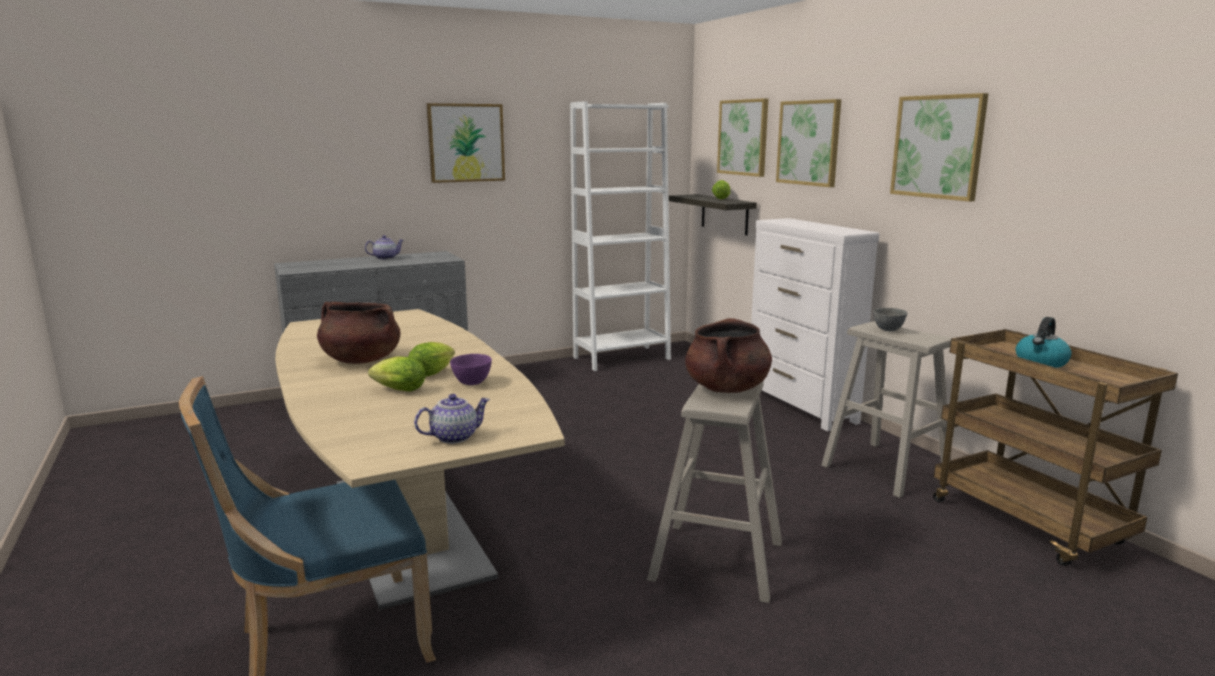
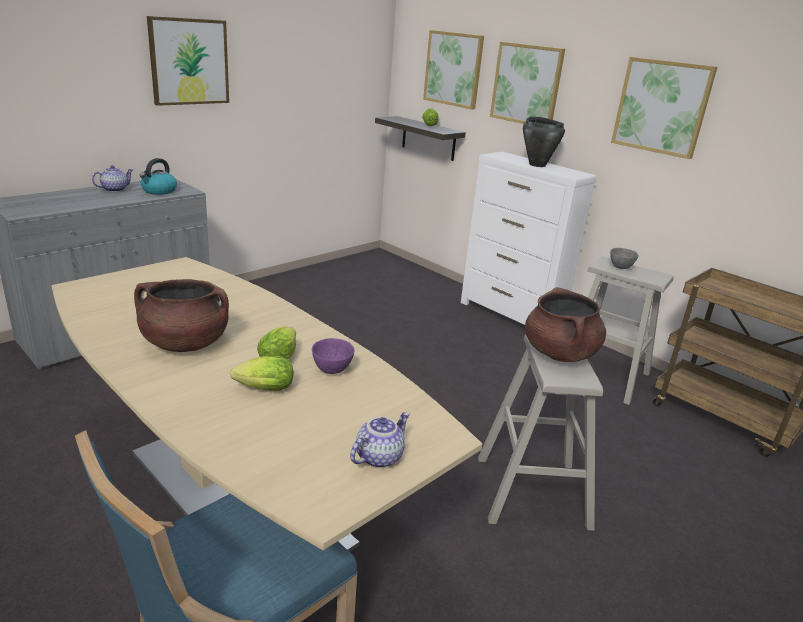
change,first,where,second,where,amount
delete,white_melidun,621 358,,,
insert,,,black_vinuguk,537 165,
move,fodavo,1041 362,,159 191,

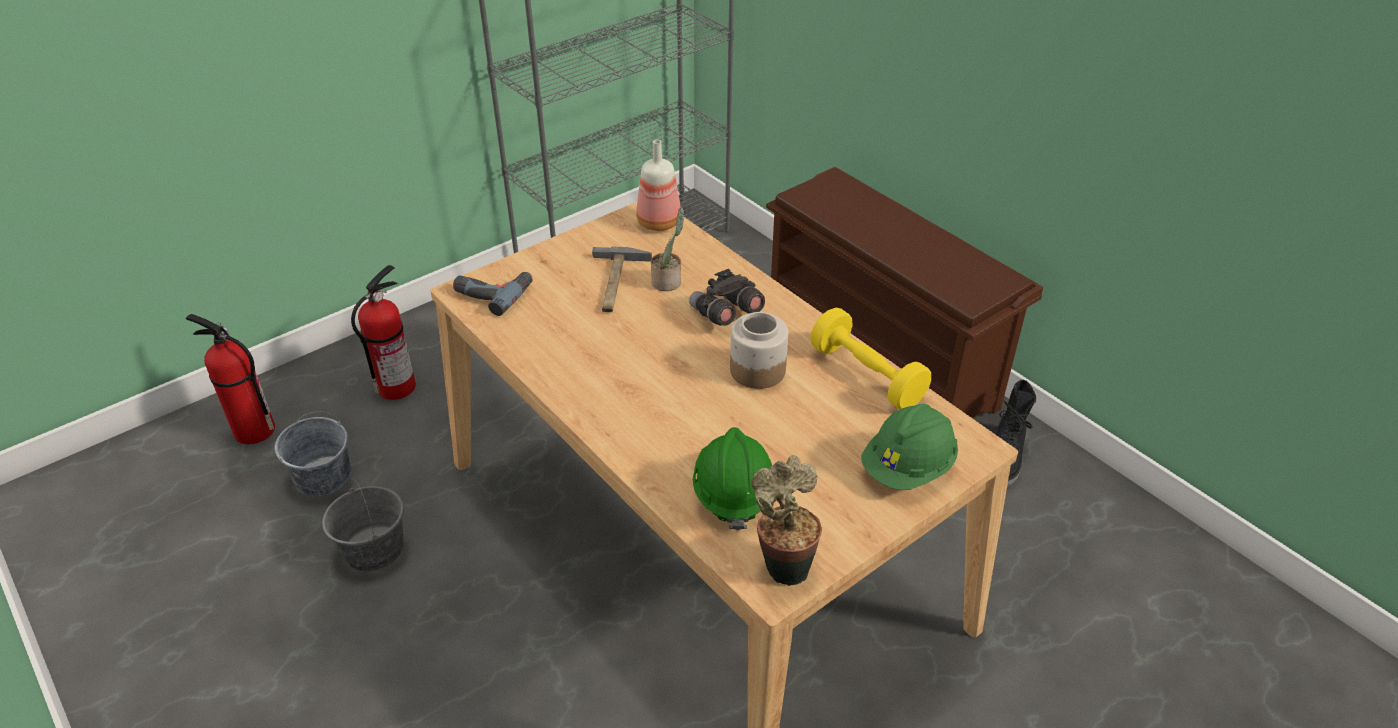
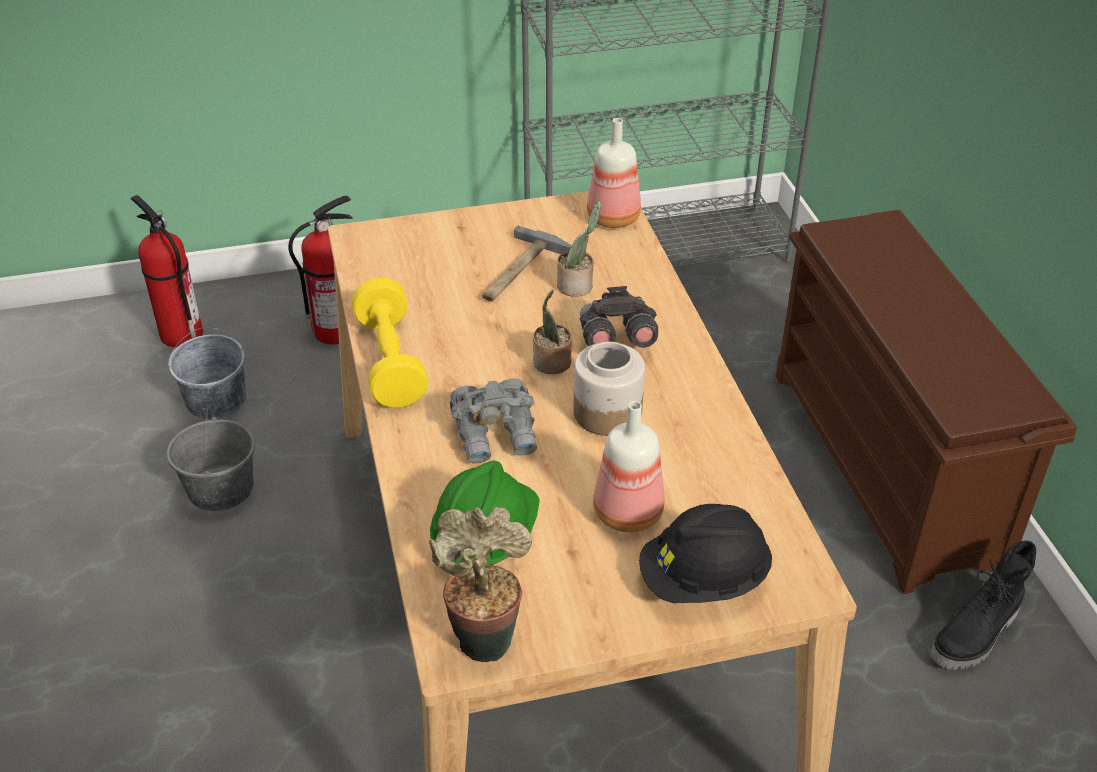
change,first,where,second,where,amount
delete,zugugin,493 292,,,
insert,,,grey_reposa,496 435,
insert,,,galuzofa,551 364,
insert,,,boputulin,629 514,
move,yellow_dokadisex,867 375,,390 362,
recolor,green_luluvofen,908 468,black_luluvofen,703 580,

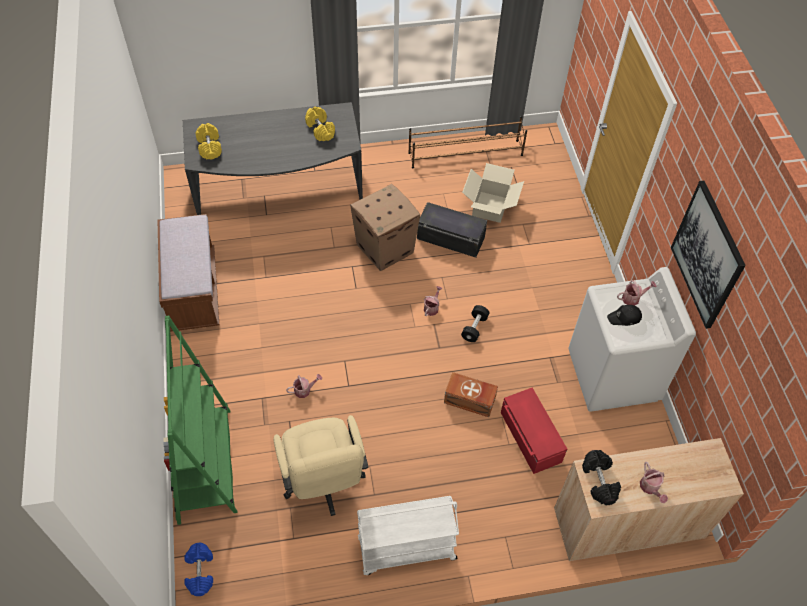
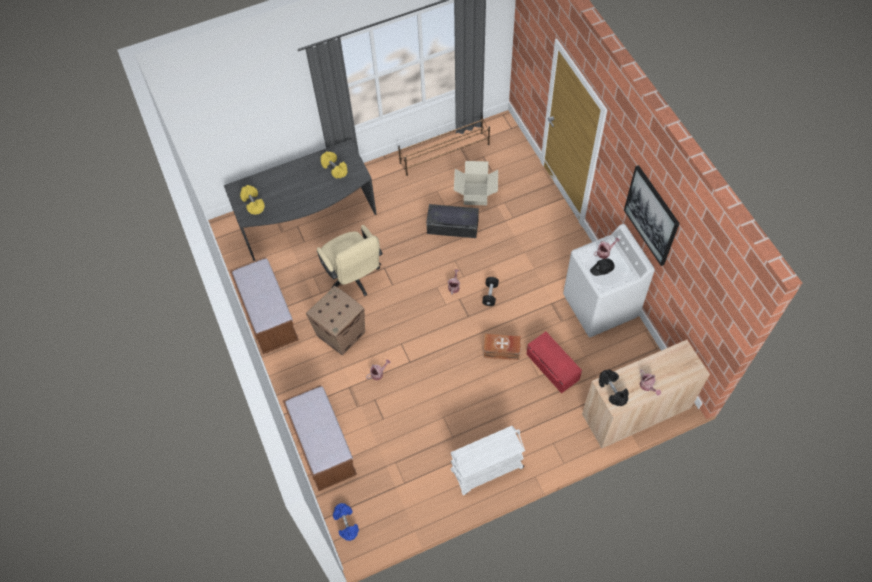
change,first,where,second,where,amount
move,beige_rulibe,324 483,,354 278,
move,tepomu,385 248,,341 334,
replace,green_melidun,205 465,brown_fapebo,323 447,

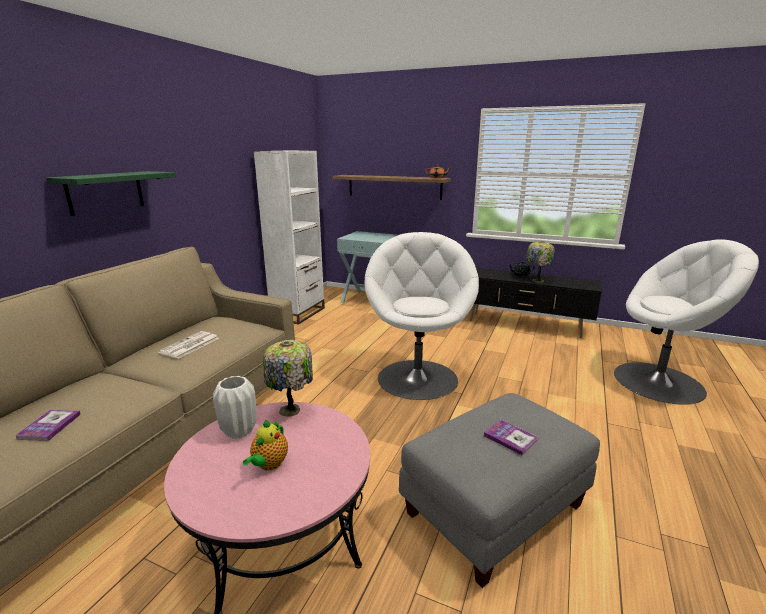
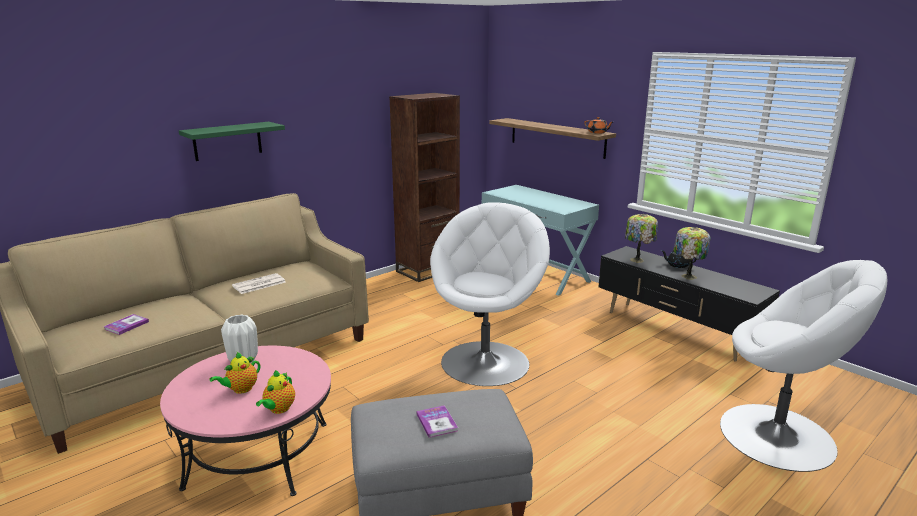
change,first,where,second,where,amount
insert,,,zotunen,278 409,
move,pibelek,291 410,,638 260,
recolor,white_melidun,298 313,brown_melidun,428 270,

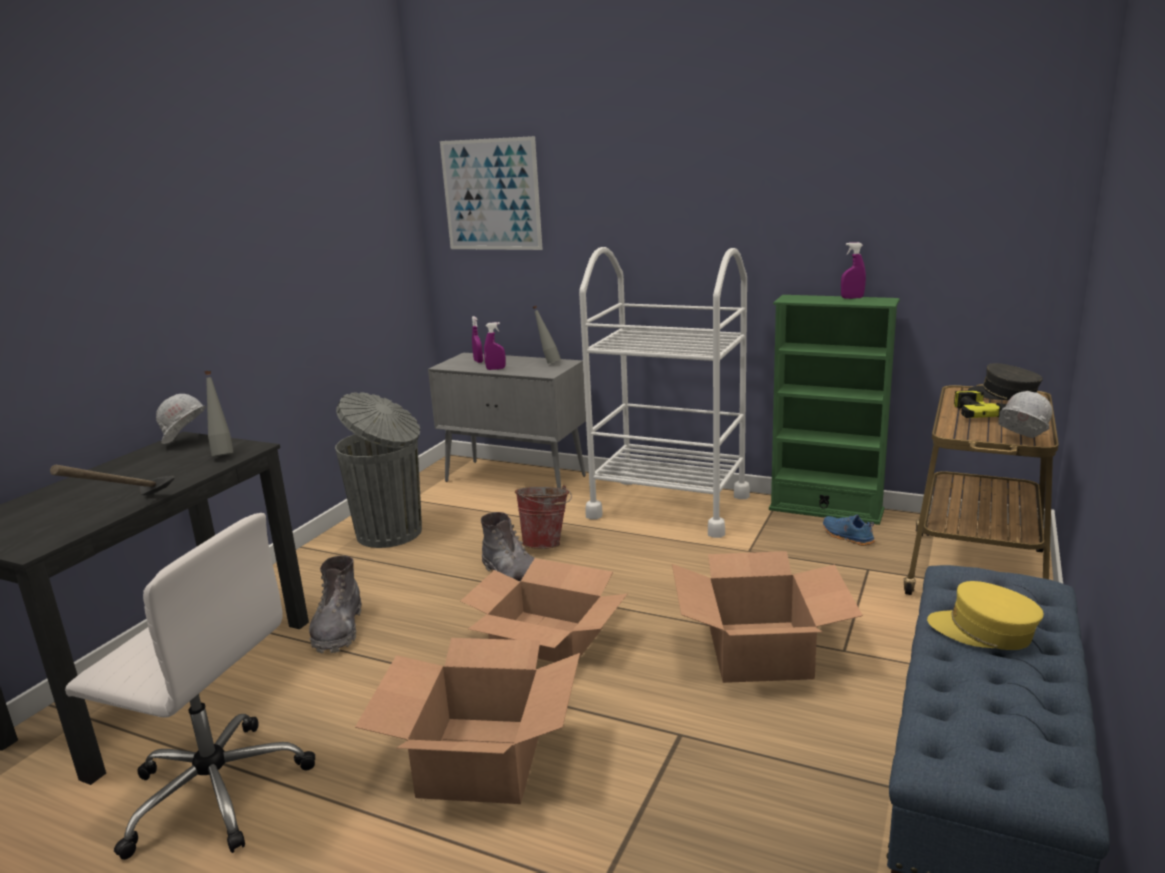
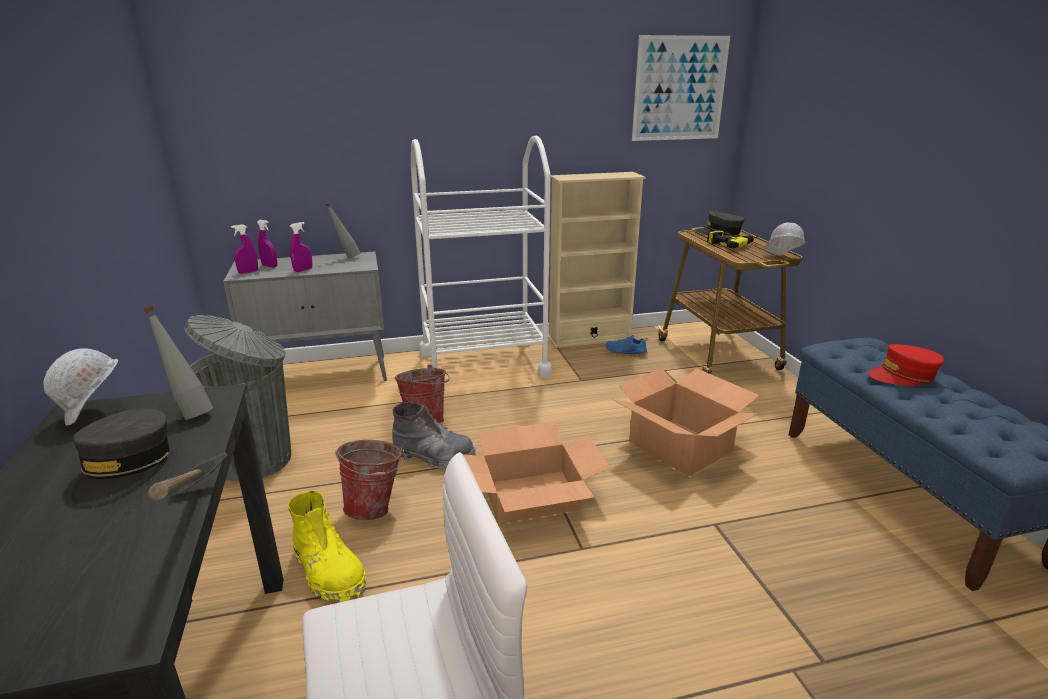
change,first,where,second,where,amount
delete,tepomu,480 759,,,
insert,,,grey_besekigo,125 468,
insert,,,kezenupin,376 507,
move,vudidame,491 195,,679 89,
move,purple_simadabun,852 298,,248 272,
recolor,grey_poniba,338 629,yellow_poniba,329 571,
recolor,green_melidun,826 510,beige_melidun,589 338,
recolor,yellow_besekigo,983 631,red_besekigo,903 376,

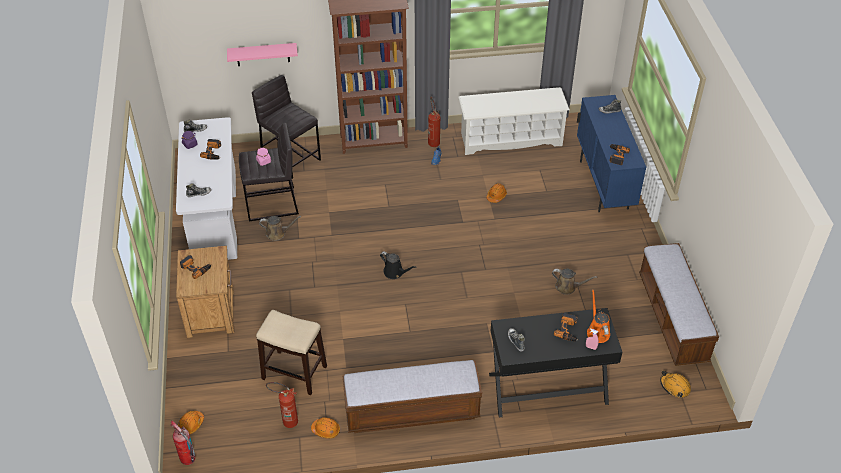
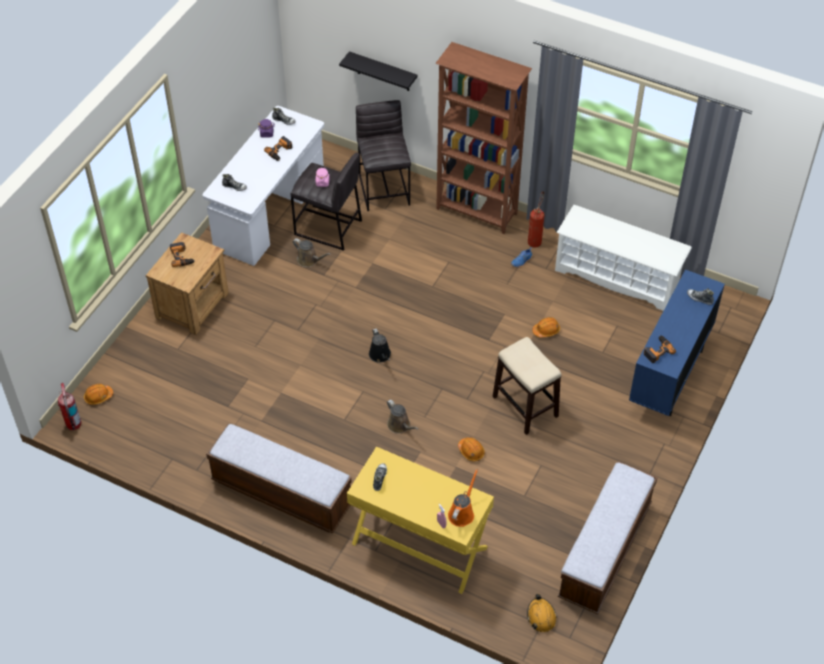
change,first,where,second,where,amount
delete,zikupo,286 421,,,
delete,zugugin,568 330,,,
move,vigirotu,294 372,,524 406,
move,orange_luluvofen,326 430,,471 451,
move,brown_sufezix,568 287,,400 425,
recolor,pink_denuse,262 54,black_denuse,383 72,
recolor,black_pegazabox,548 389,yellow_pegazabox,419 545,

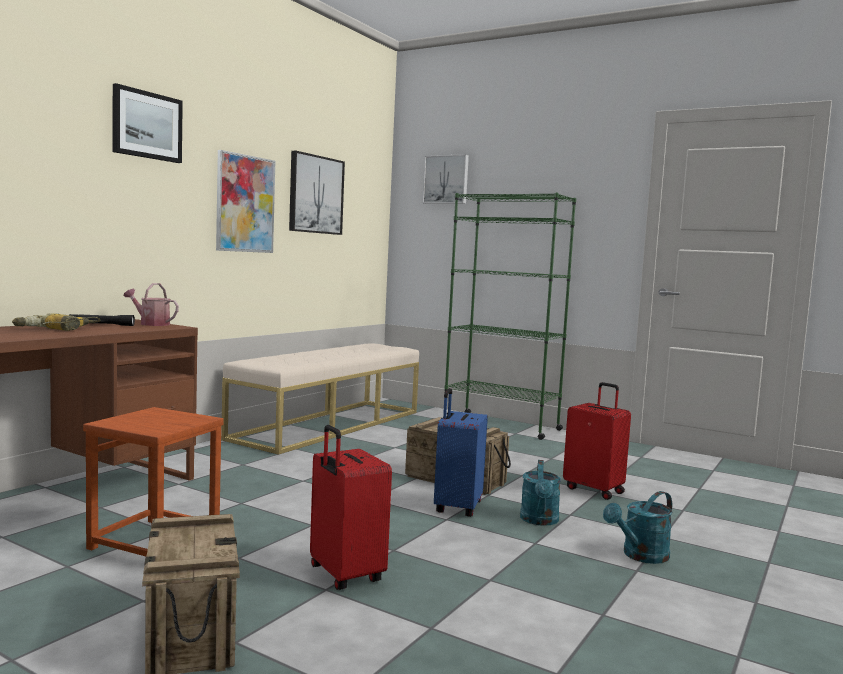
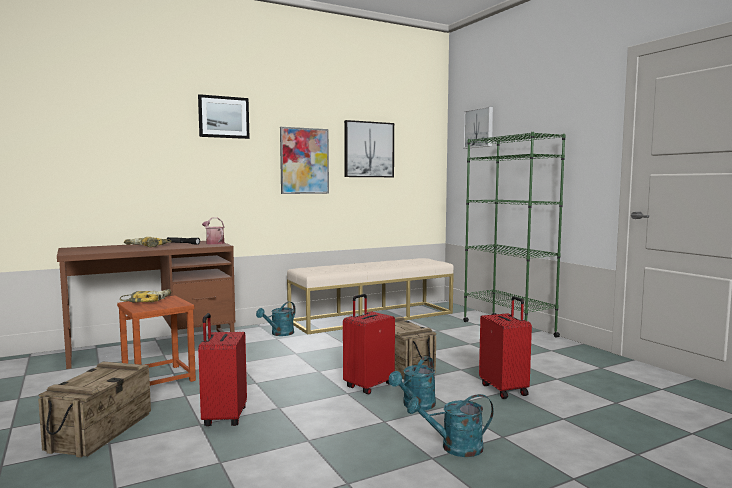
change,first,where,second,where,amount
insert,,,zugugin,148 301,
insert,,,turquoise_sufezix,279 334,
recolor,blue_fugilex,456 507,red_fugilex,368 386,

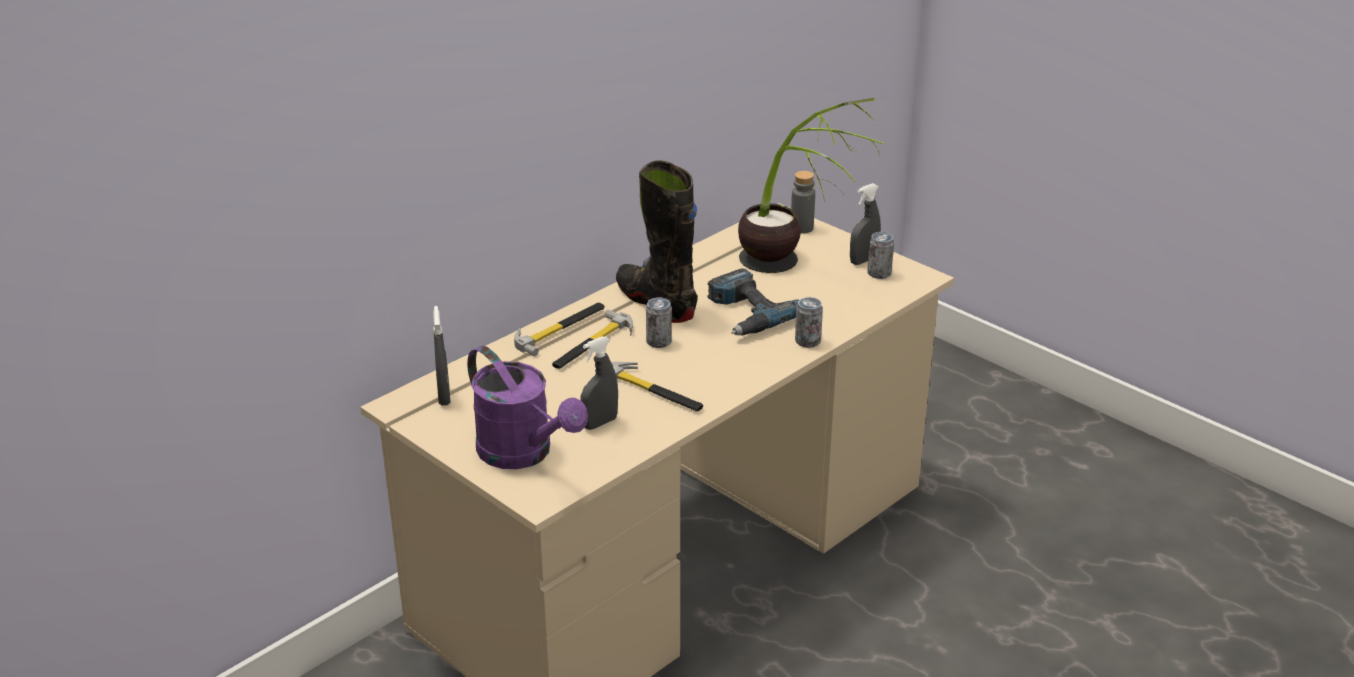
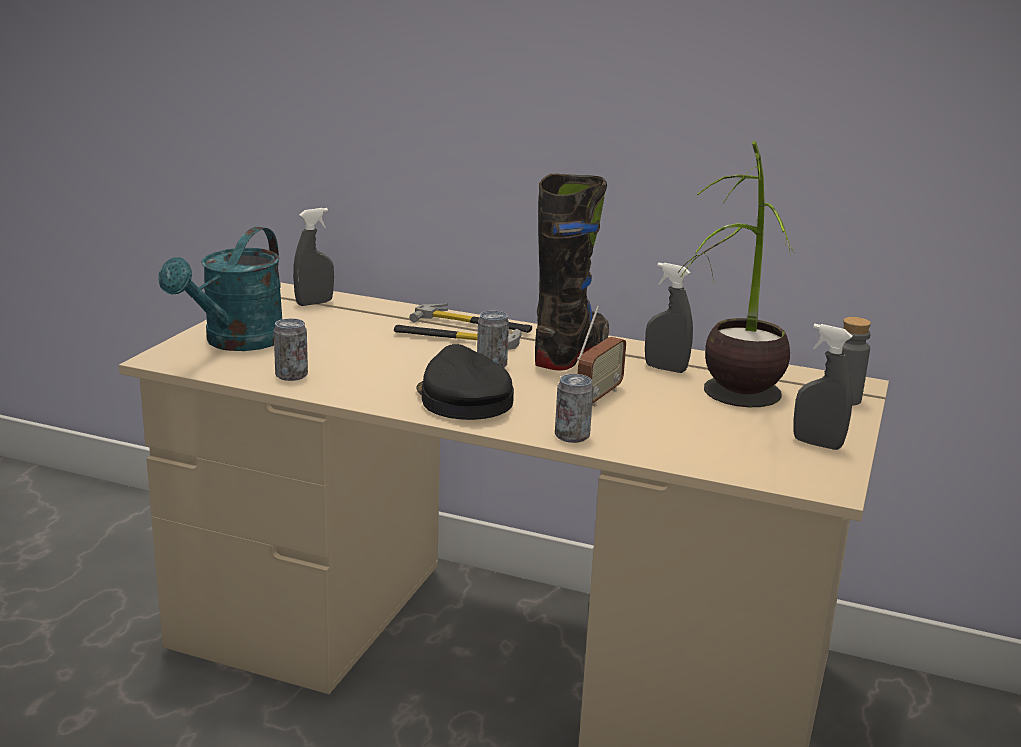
change,first,where,second,where,amount
delete,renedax,652 391,,,
insert,,,black_besekigo,463 399,
move,grey_simadabun,600 423,,665 368,
move,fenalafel,879 273,,291 375,
replace,zugugin,746 314,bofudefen,598 396,
recolor,purple_sufezix,524 454,turquoise_sufezix,236 342,

